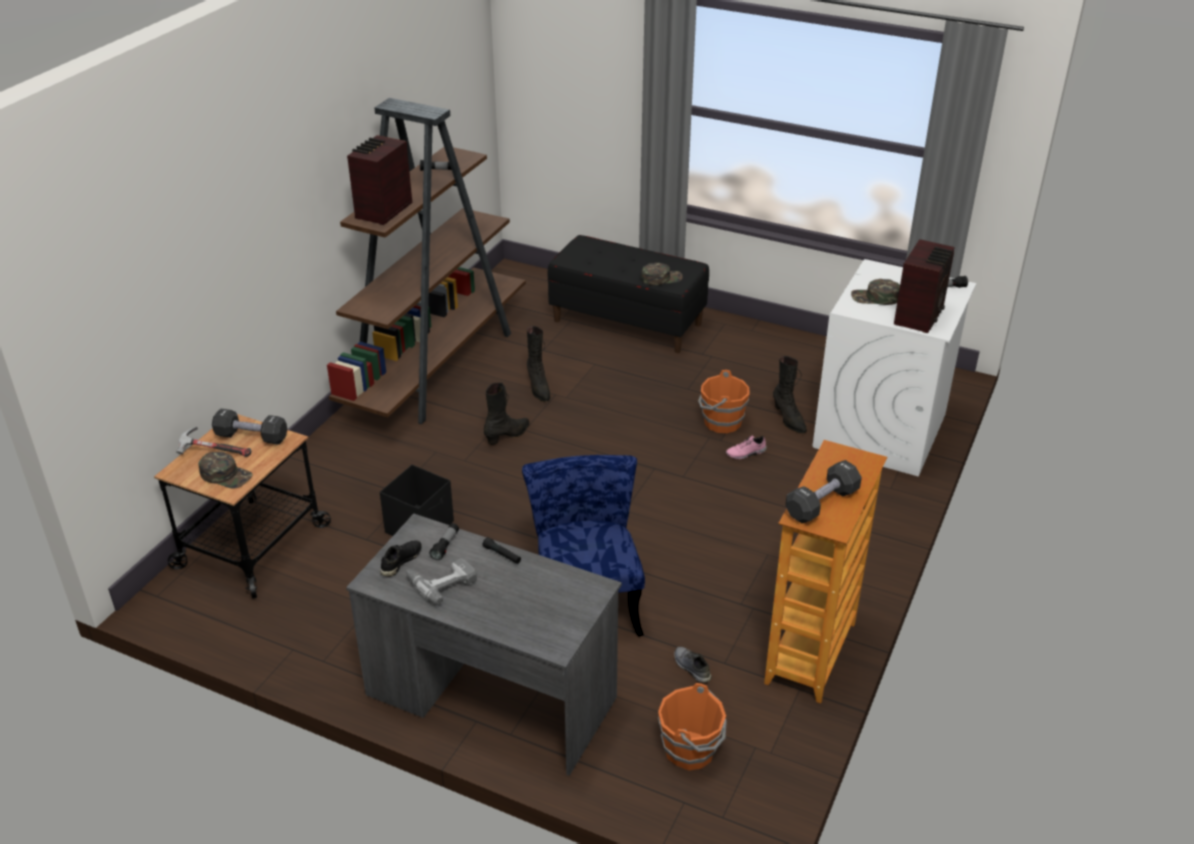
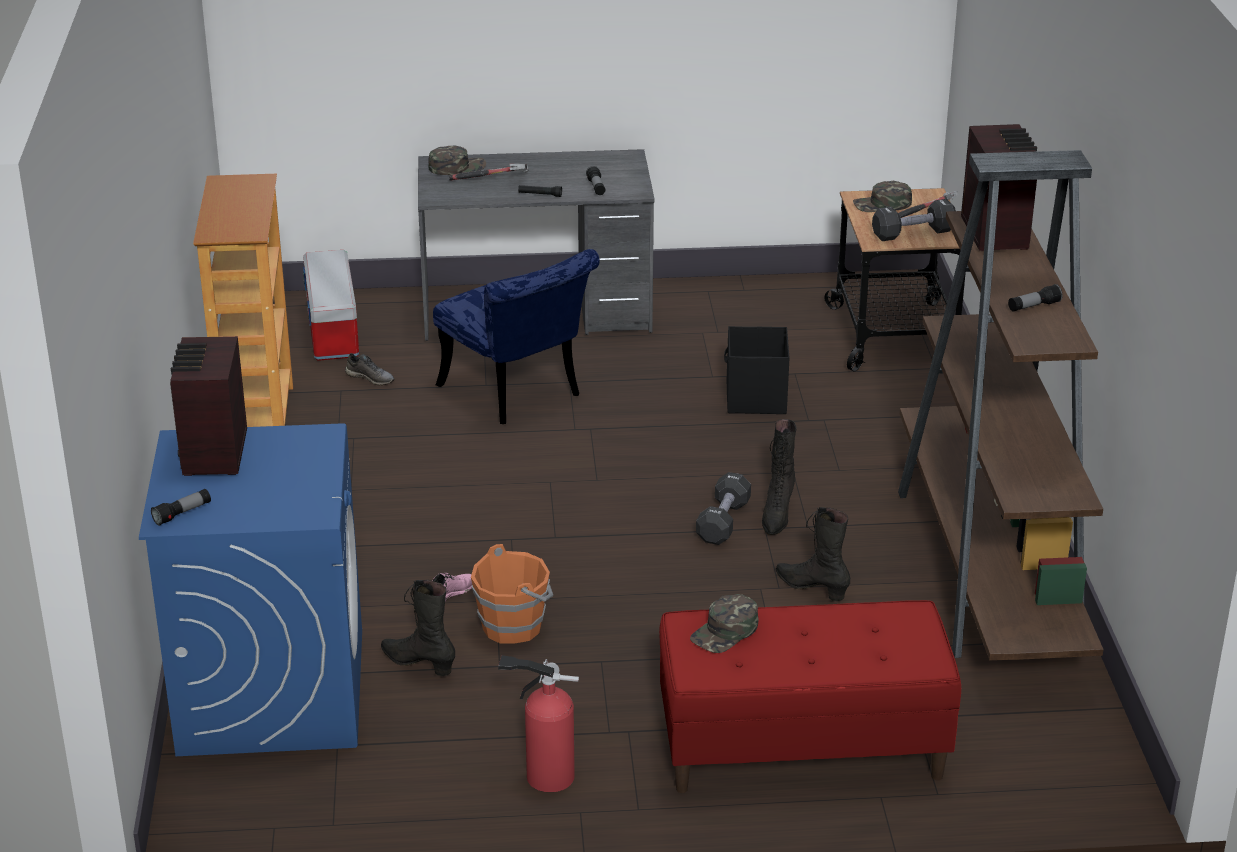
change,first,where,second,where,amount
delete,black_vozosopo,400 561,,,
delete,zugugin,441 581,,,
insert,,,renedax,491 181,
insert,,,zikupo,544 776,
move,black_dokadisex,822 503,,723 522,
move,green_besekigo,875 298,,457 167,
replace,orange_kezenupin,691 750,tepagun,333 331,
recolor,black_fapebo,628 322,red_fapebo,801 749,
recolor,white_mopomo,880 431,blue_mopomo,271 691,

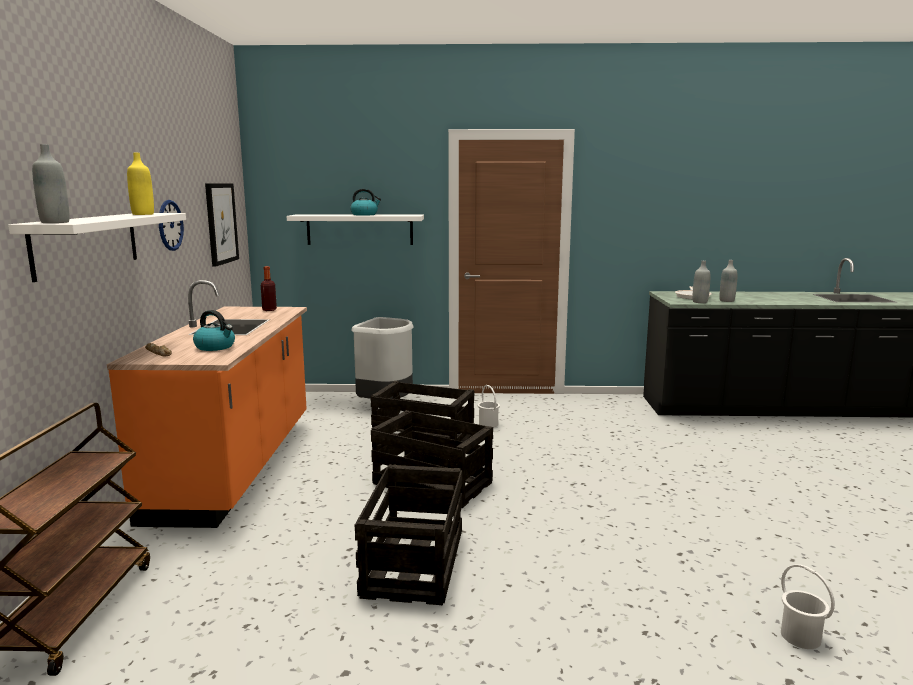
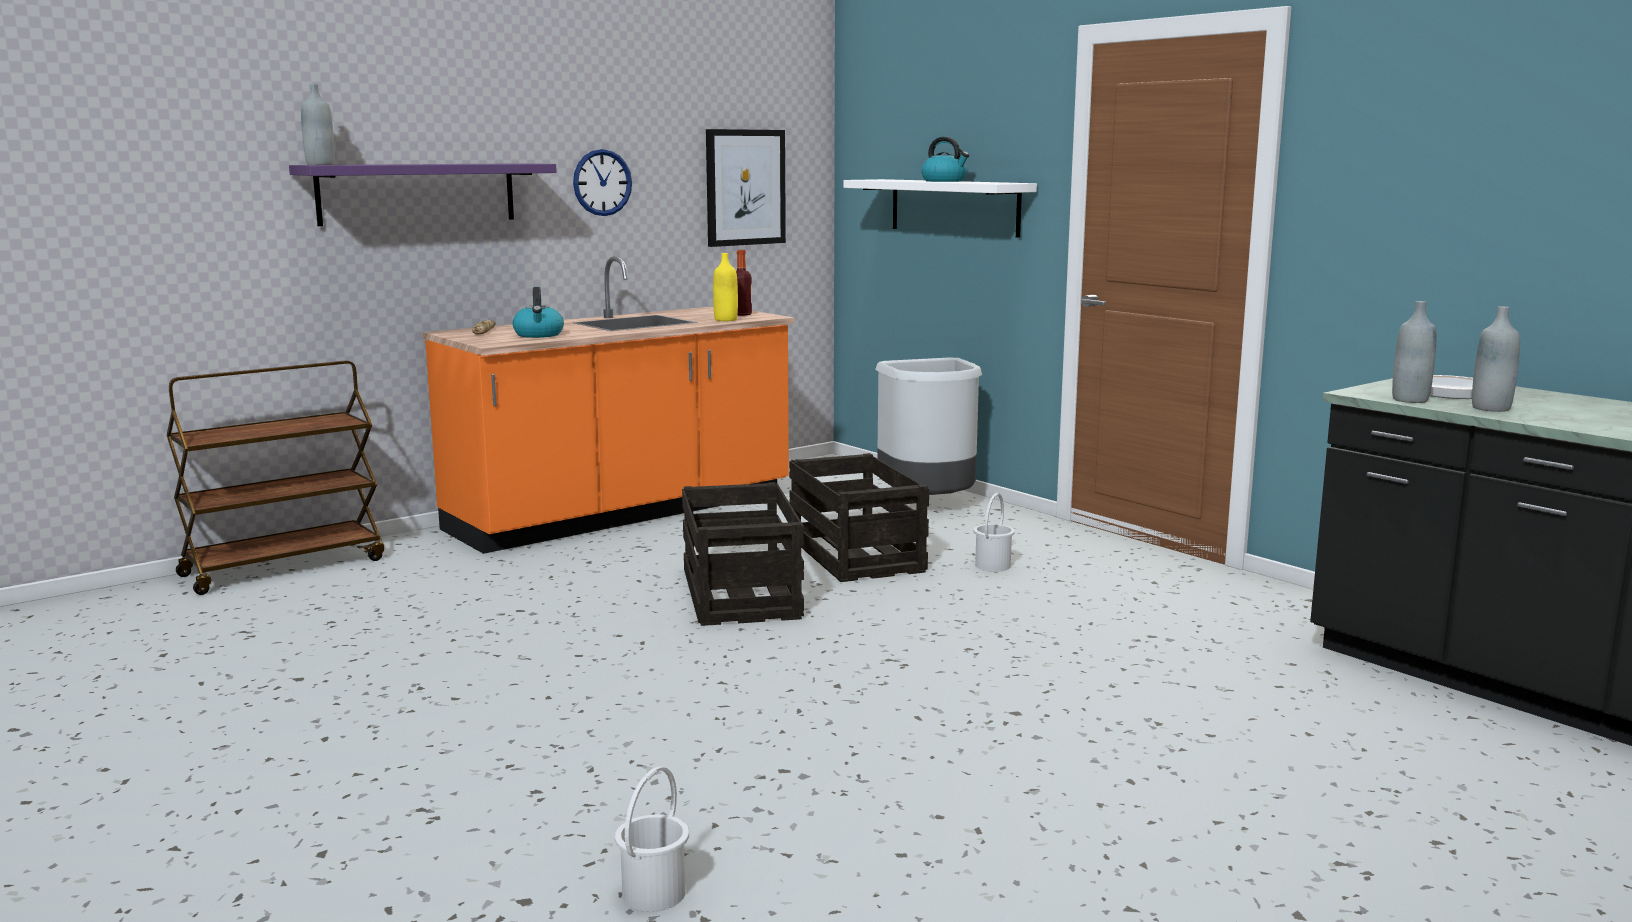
change,first,where,second,where,amount
delete,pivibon,414 561,,,
move,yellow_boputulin,143 214,,725 319,
recolor,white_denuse,87 243,purple_denuse,417 193,

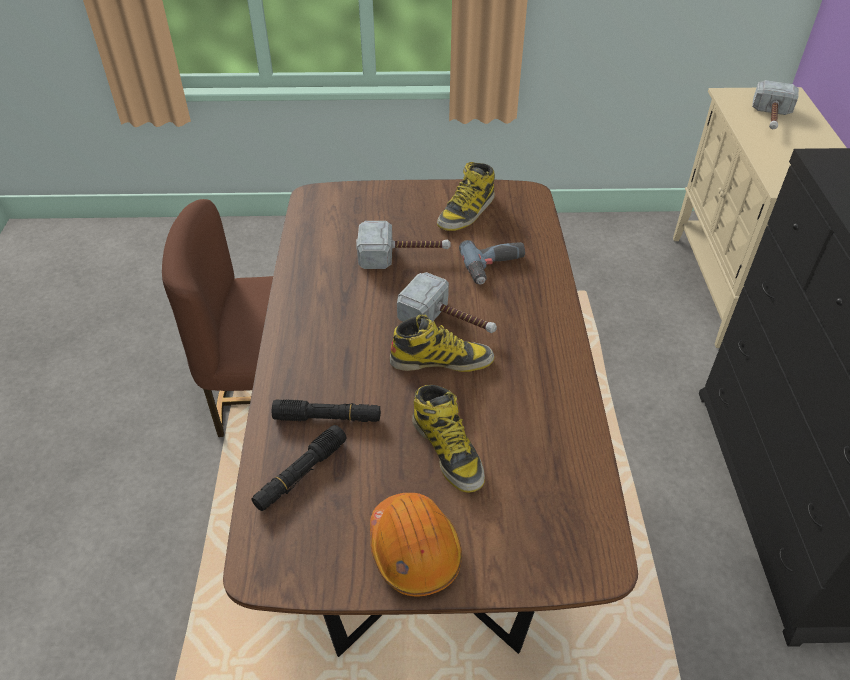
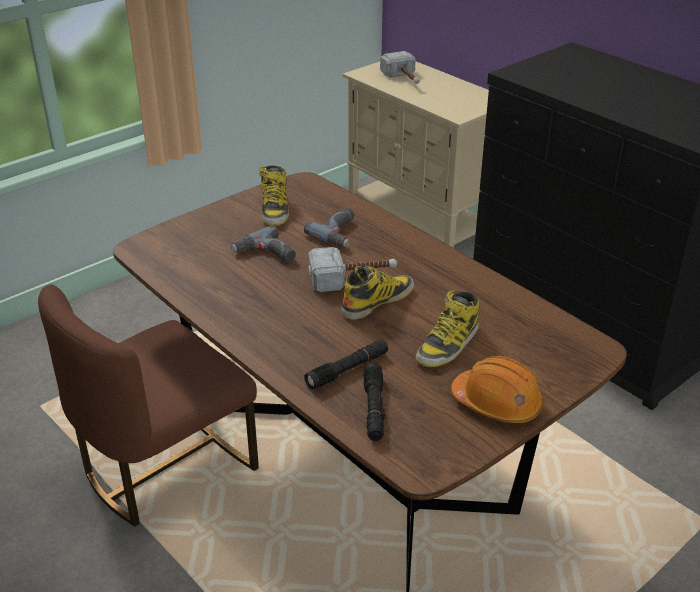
change,first,where,second,where,amount
replace,renedax,403 255,zugugin,265 254,
rotate,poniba,448 450,,448 345,105 degrees clockwise

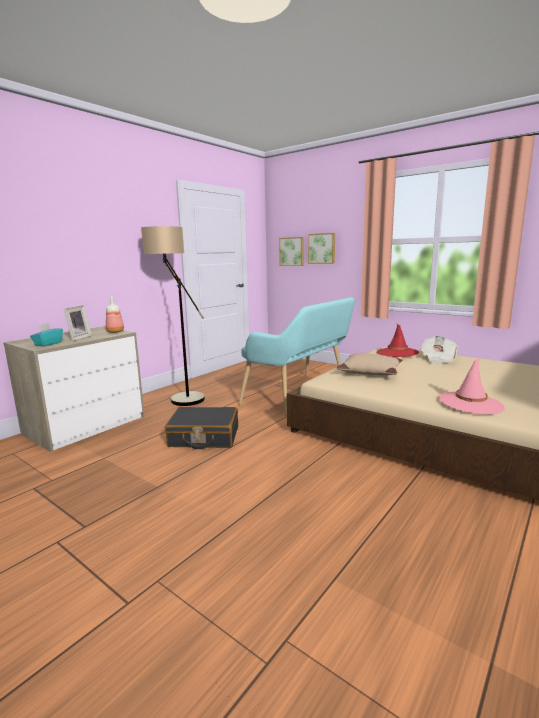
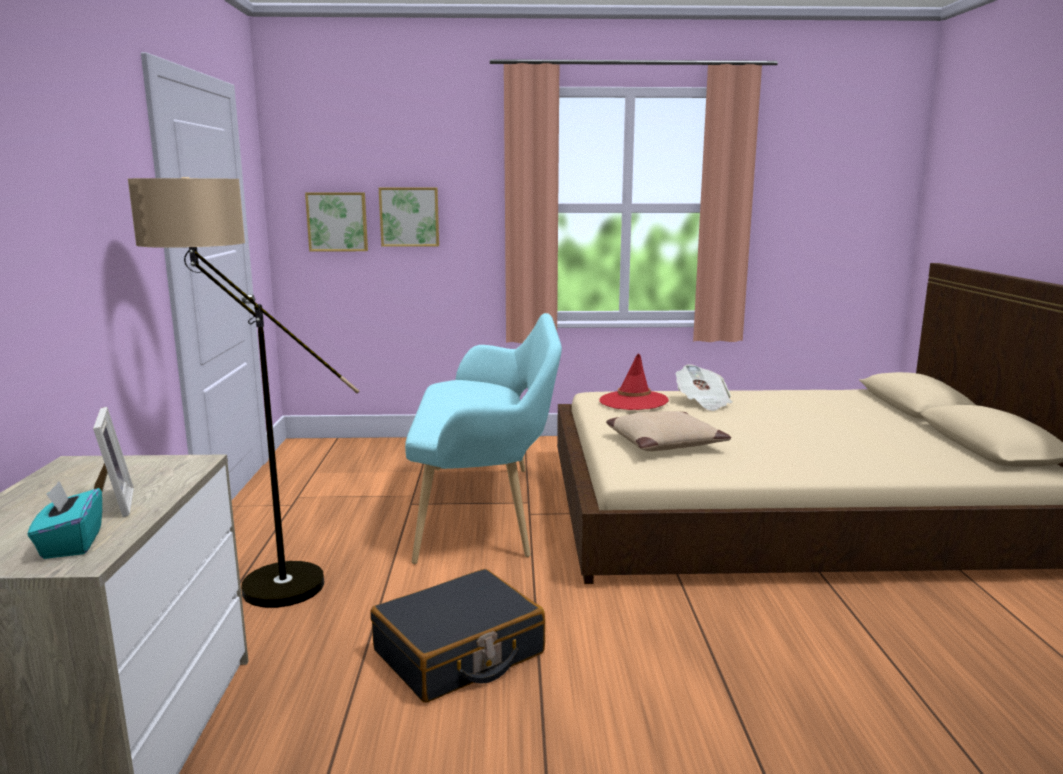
change,first,where,second,where,amount
delete,boputulin,115 331,,,
delete,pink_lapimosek,470 403,,,

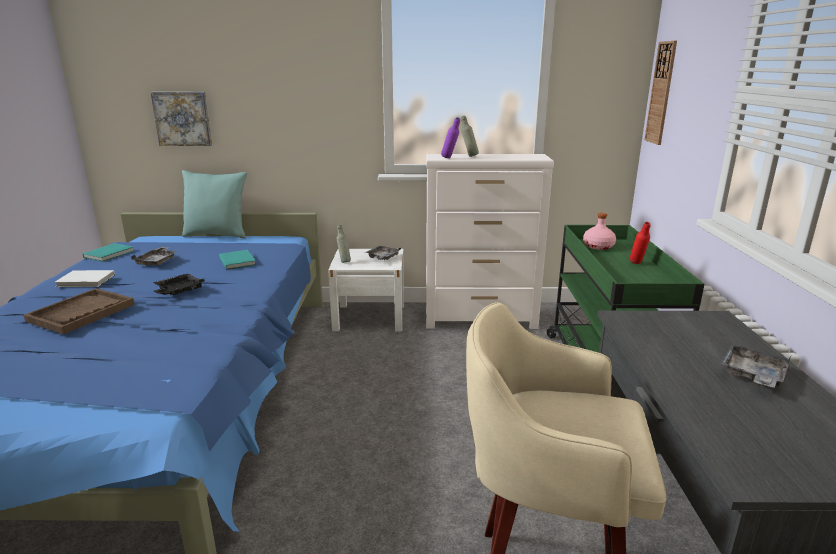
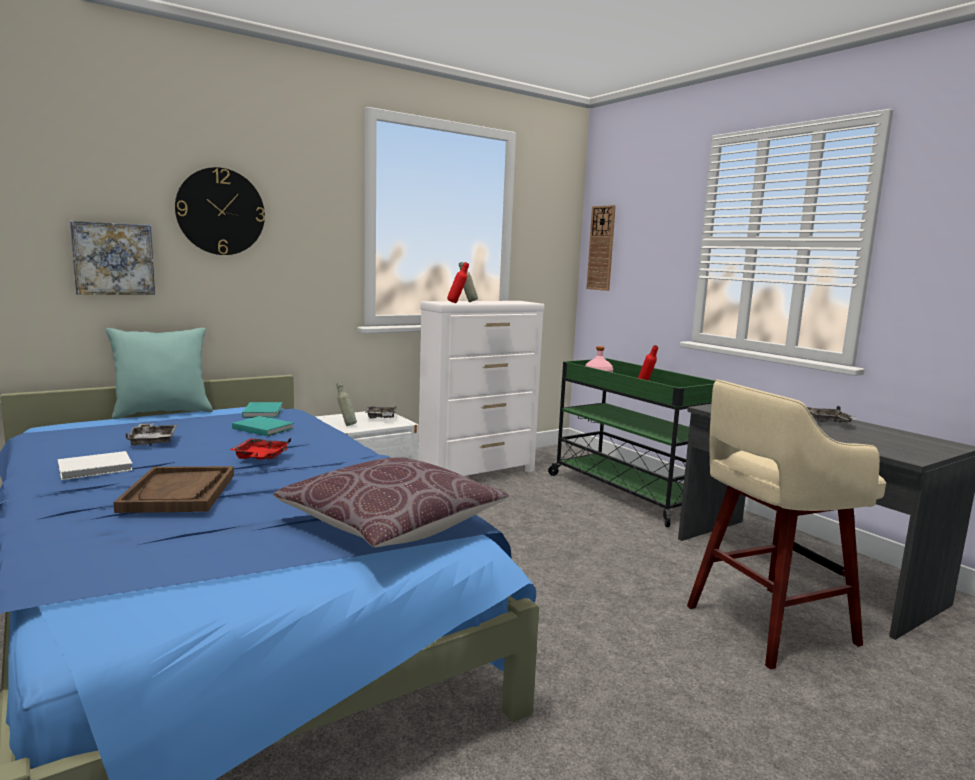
change,first,where,second,where,amount
insert,,,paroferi,220 212,
insert,,,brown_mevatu,392 524,
move,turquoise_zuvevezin,110 254,,264 412,
recolor,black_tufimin,178 291,red_tufimin,260 457,
recolor,purple_boputulin,450 158,red_boputulin,457 303,

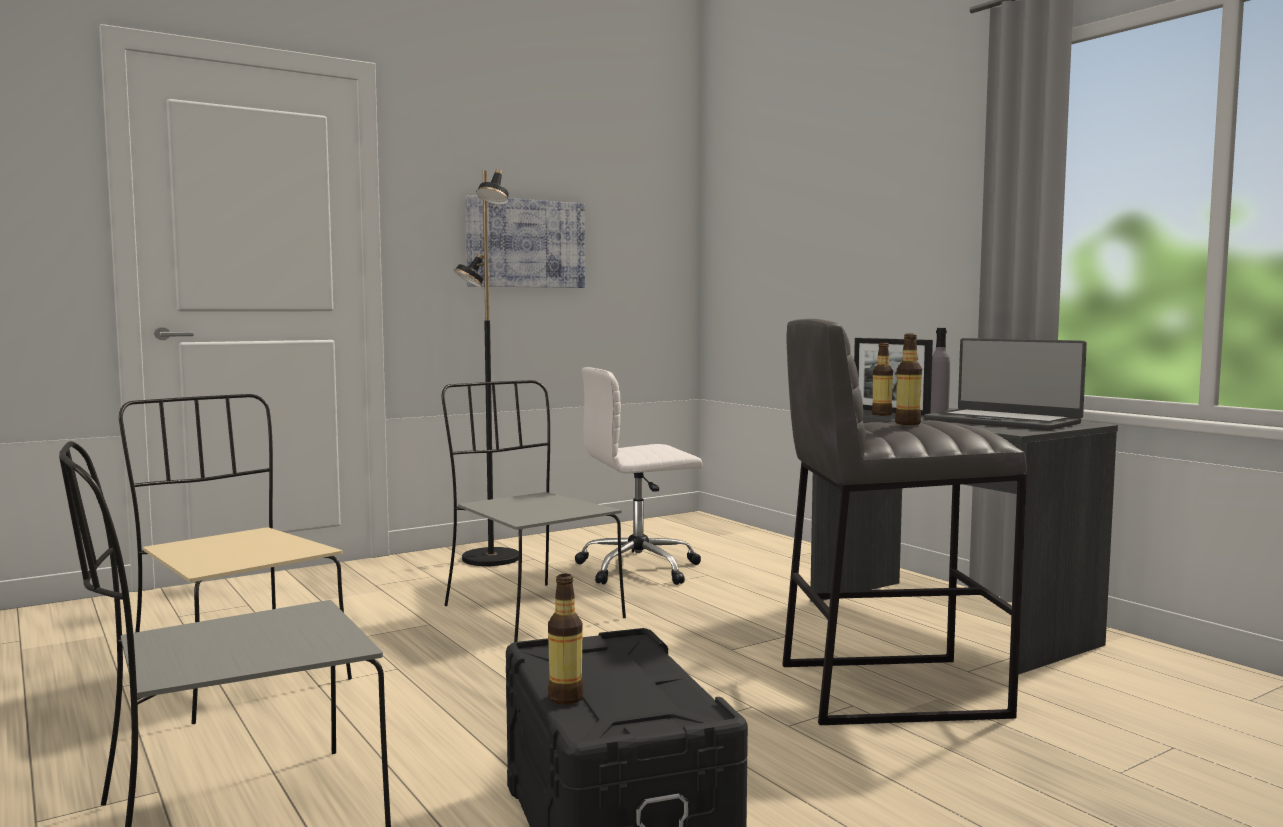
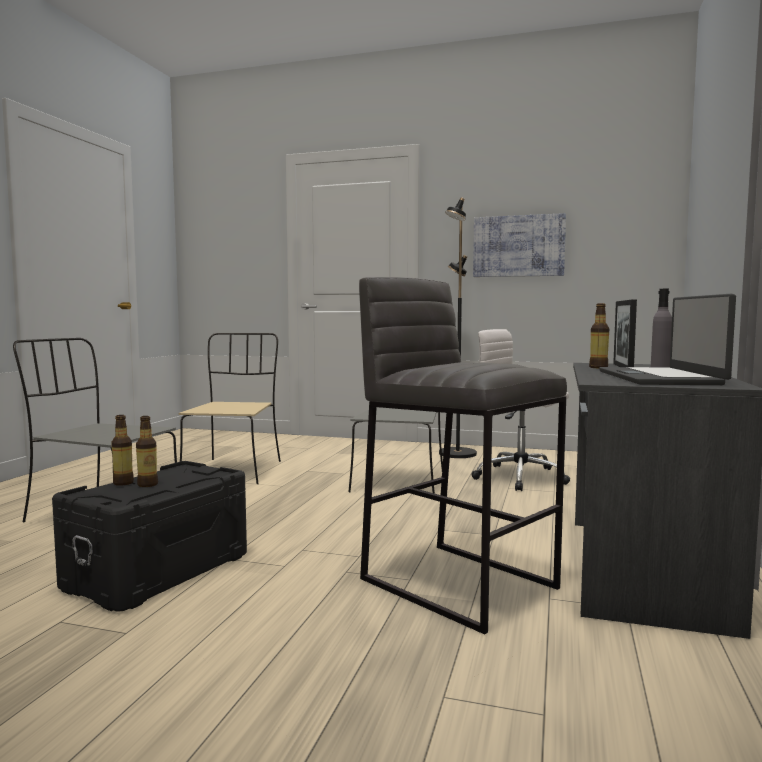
change,first,where,second,where,amount
move,boputulin,907 423,,148 484,

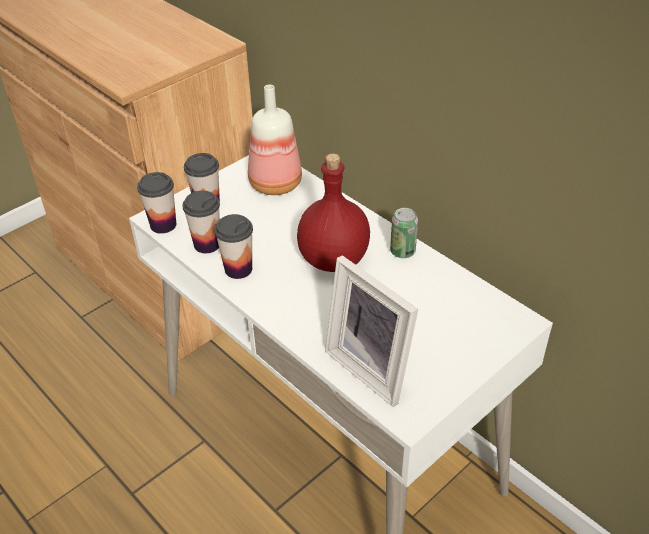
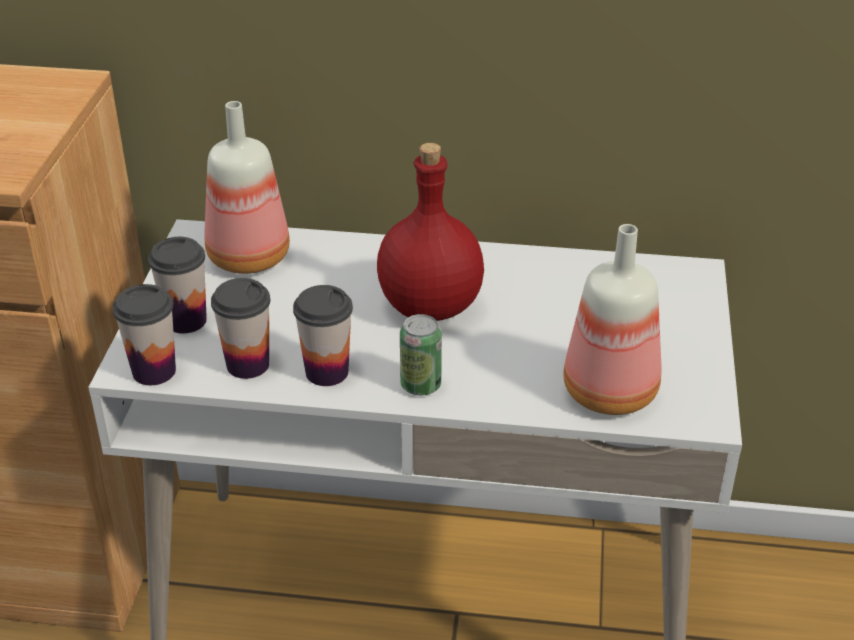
change,first,where,second,where,amount
move,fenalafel,402 251,,420 385,
replace,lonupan,373 367,boputulin,612 391,

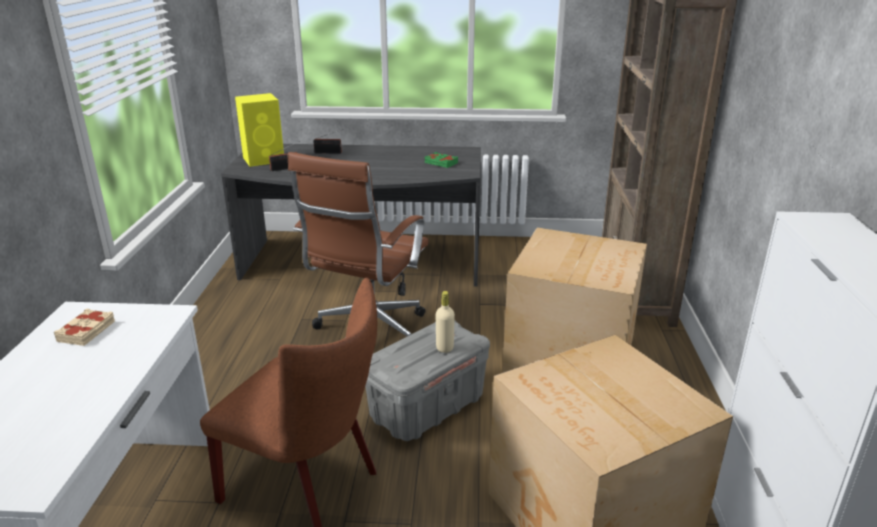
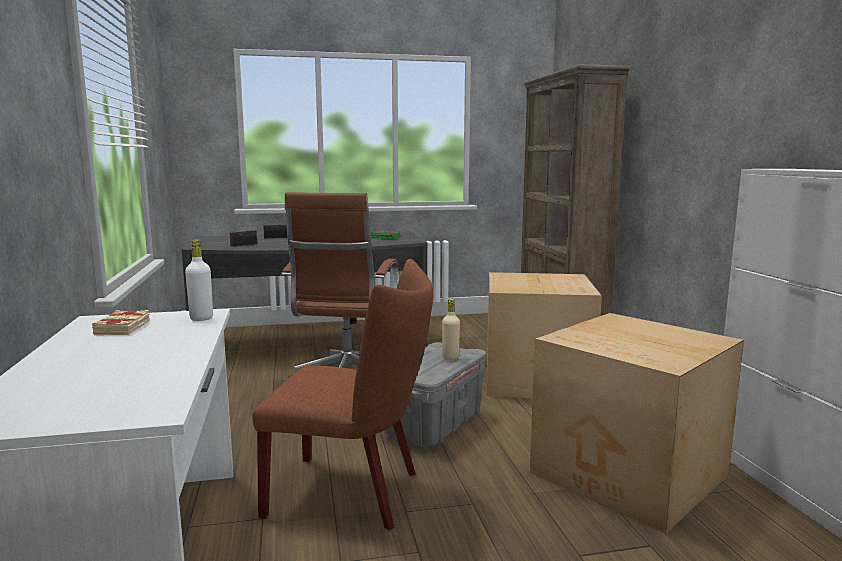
change,first,where,second,where,amount
delete,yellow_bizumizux,264 159,,,
insert,,,white_boputulin,201 318,

